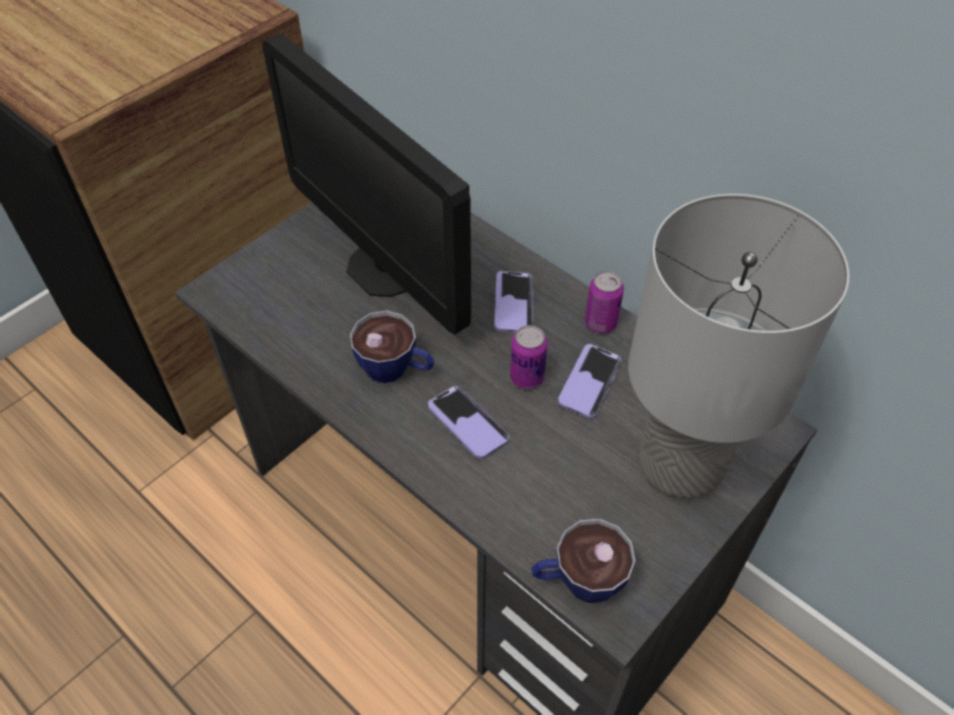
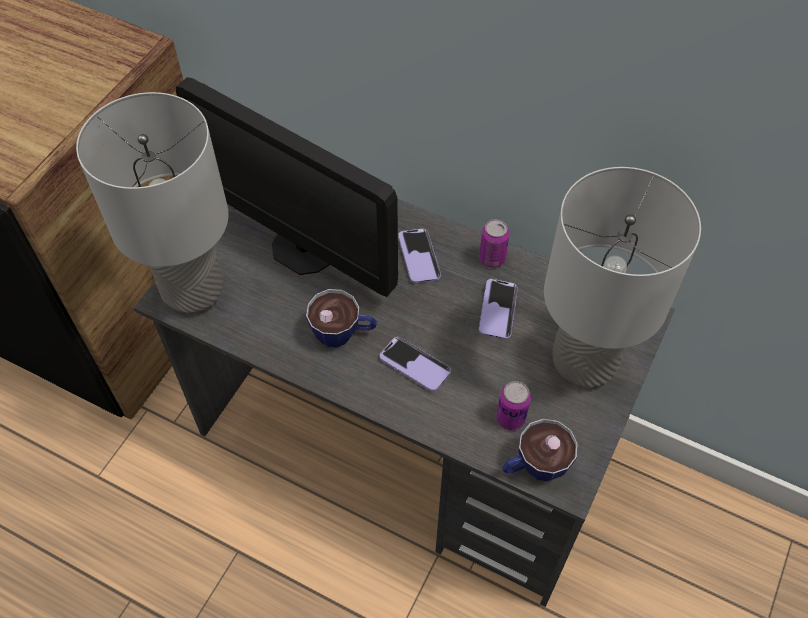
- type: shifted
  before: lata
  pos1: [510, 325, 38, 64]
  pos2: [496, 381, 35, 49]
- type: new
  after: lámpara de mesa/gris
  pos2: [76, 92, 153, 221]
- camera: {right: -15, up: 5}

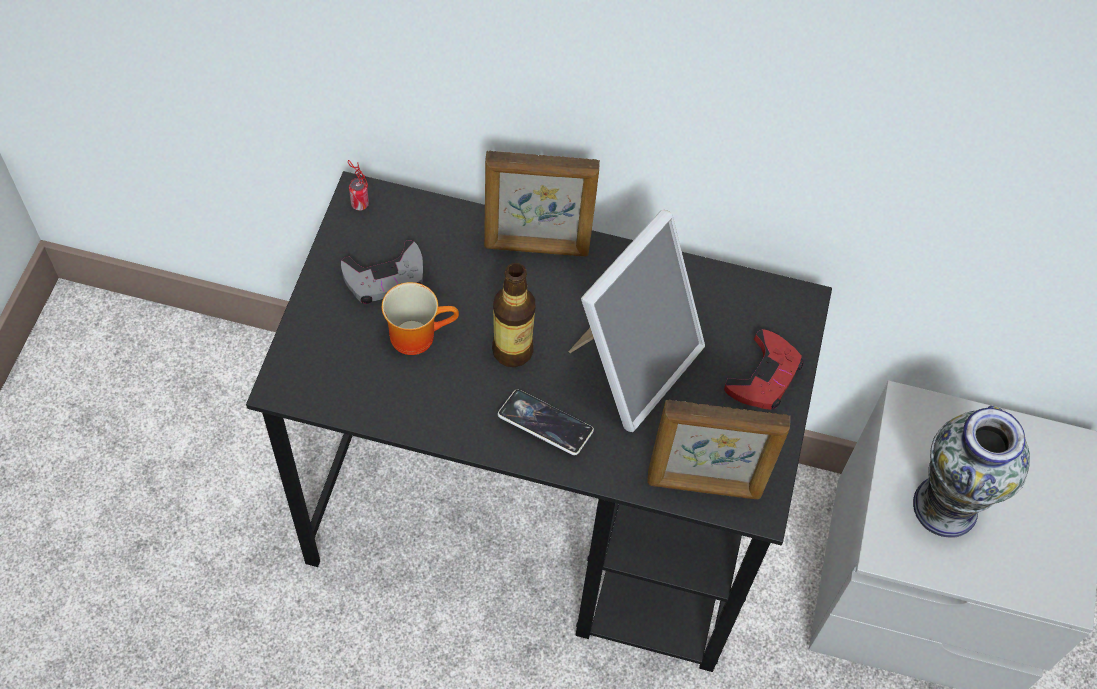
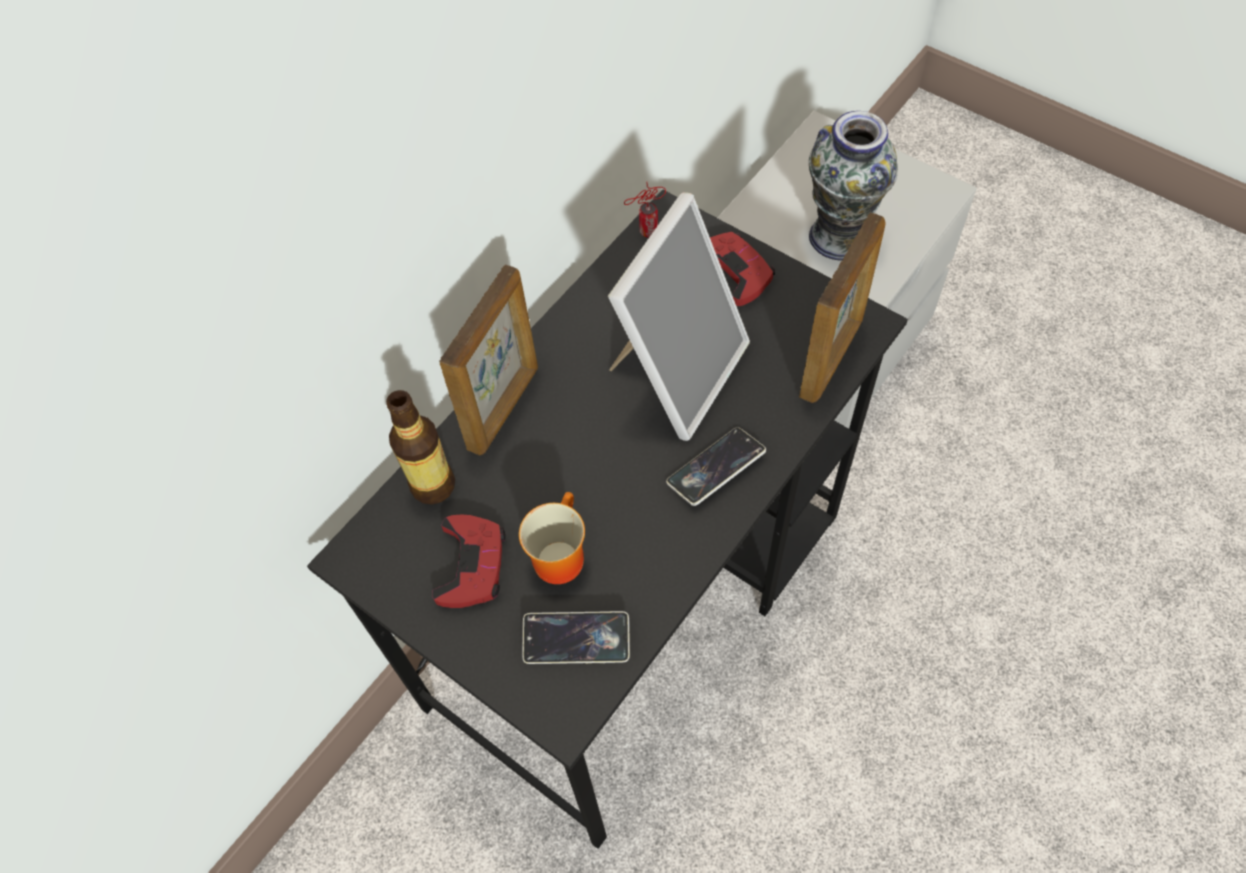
- type: repainted
  before: mando de consola/gris
  after: mando de consola/rojo
  pos1: [341, 241, 82, 63]
  pos2: [432, 515, 74, 93]
- type: shifted
  before: lata
  pos1: [348, 160, 21, 50]
  pos2: [624, 182, 42, 56]
- type: shifted
  before: botella
  pos1: [492, 263, 43, 104]
  pos2: [386, 390, 69, 114]
- type: rotated
  before: portarretratos
  pos1: [568, 210, 137, 222]
  pos2: [608, 192, 142, 249]
  turn: 60
- type: new
  after: móvil
  pos2: [523, 611, 107, 53]
- camera: {right: -60, up: 0}

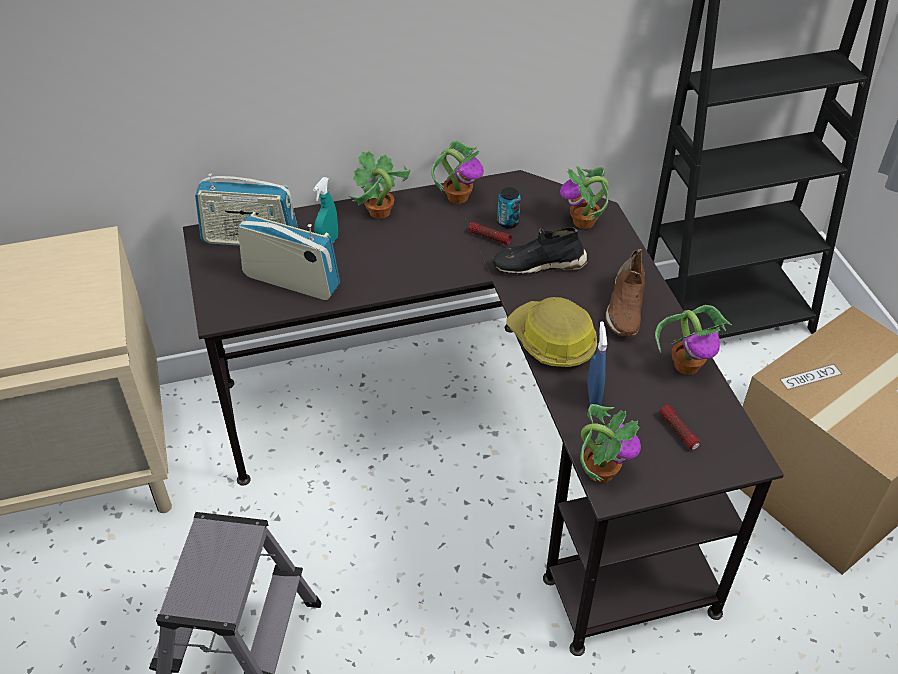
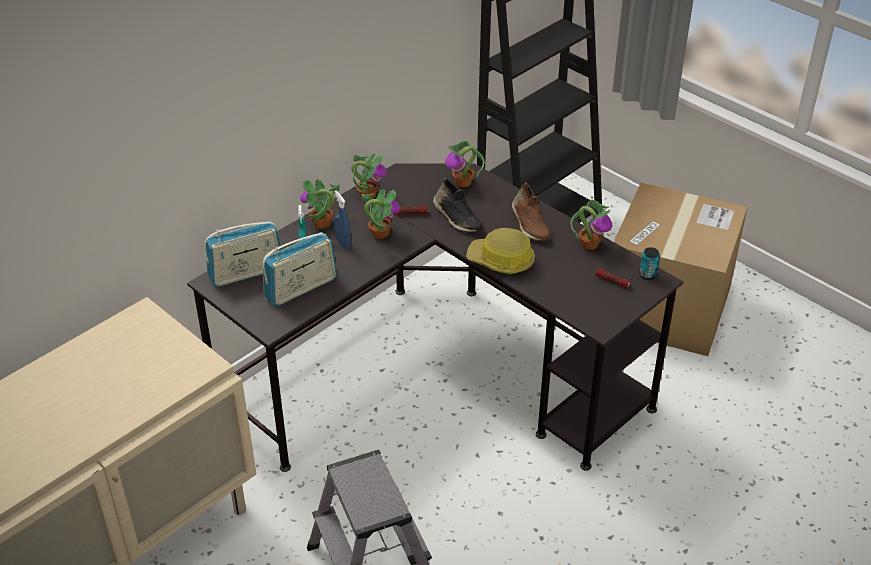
- type: rotated
  before: radio
  pos1: [238, 212, 102, 88]
  pos2: [263, 232, 74, 74]
  turn: 150
- type: rotated
  before: zapato/negro
  pos1: [493, 227, 95, 47]
  pos2: [433, 178, 50, 55]
  turn: -90
- type: shifted
  before: lata
  pos1: [497, 187, 24, 42]
  pos2: [639, 247, 21, 33]
- type: shifted
  before: planta en maceta
  pos1: [580, 404, 61, 79]
  pos2: [361, 189, 39, 50]
- type: shifted
  before: pulverizador/azul
  pos1: [587, 321, 20, 84]
  pos2: [334, 191, 17, 58]
- camera: {right: -30, up: -5}

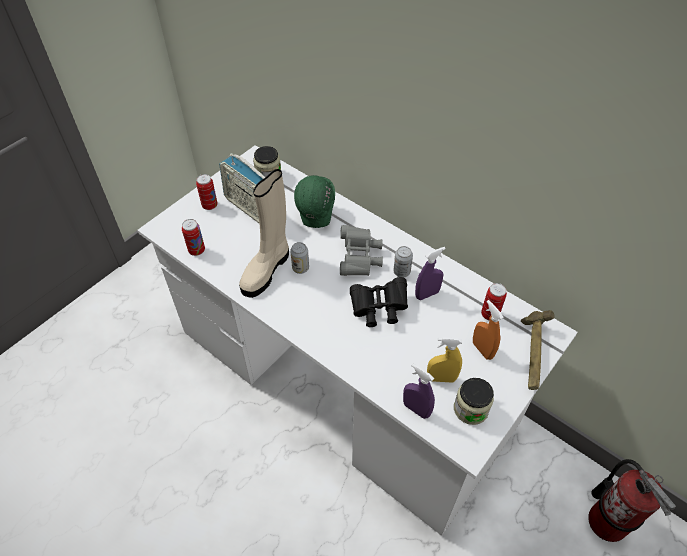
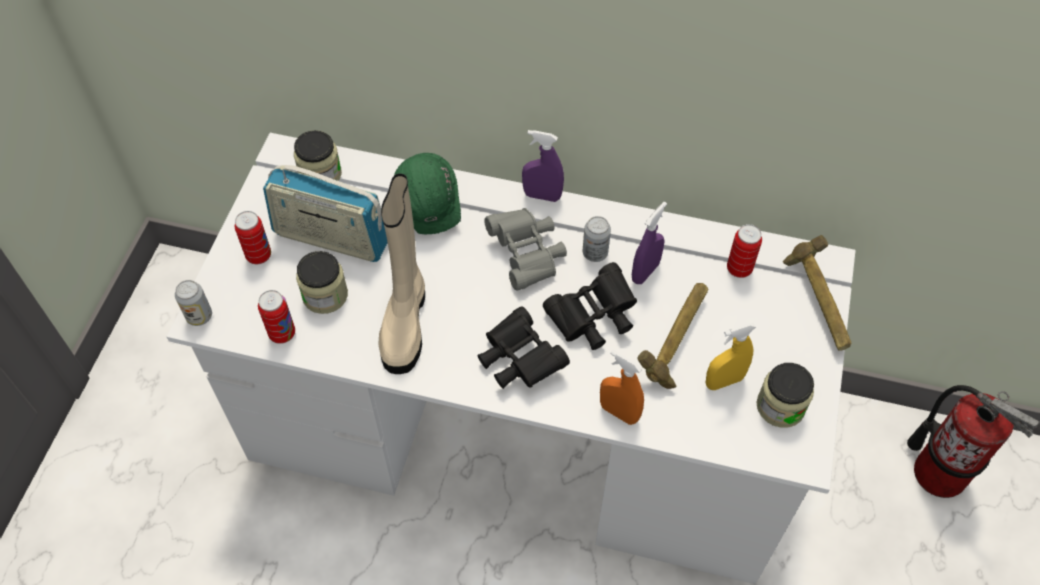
- type: shifted
  before: lata
  pos1: [290, 242, 19, 32]
  pos2: [175, 280, 37, 46]
- type: shifted
  before: pulverizador/morado
  pos1: [403, 363, 32, 56]
  pos2: [522, 130, 42, 72]
- type: shifted
  before: pulverizador/naranja
  pos1: [473, 300, 31, 60]
  pos2: [600, 350, 44, 75]
- type: new
  after: tarro
  pos2: [296, 251, 52, 63]
- type: new
  after: prismáticos/negro
  pos2: [478, 306, 92, 83]
- type: new
  after: martillo
  pos2: [638, 283, 70, 106]
- camera: {right: -25, up: 5}

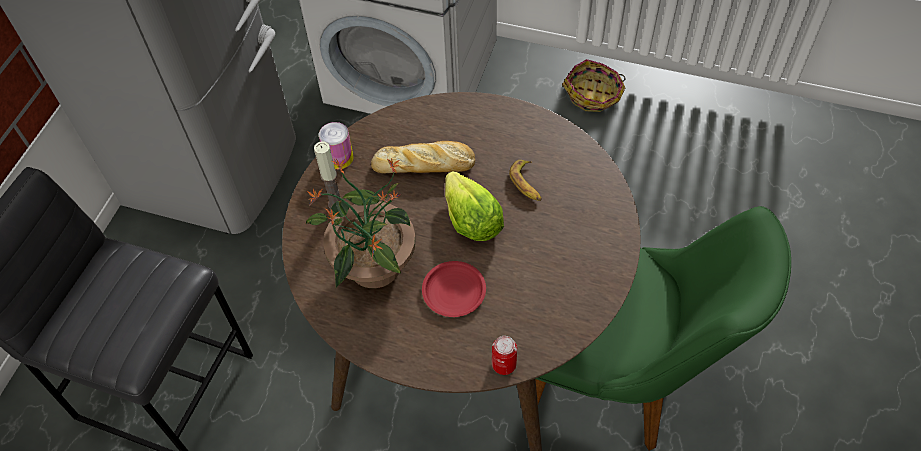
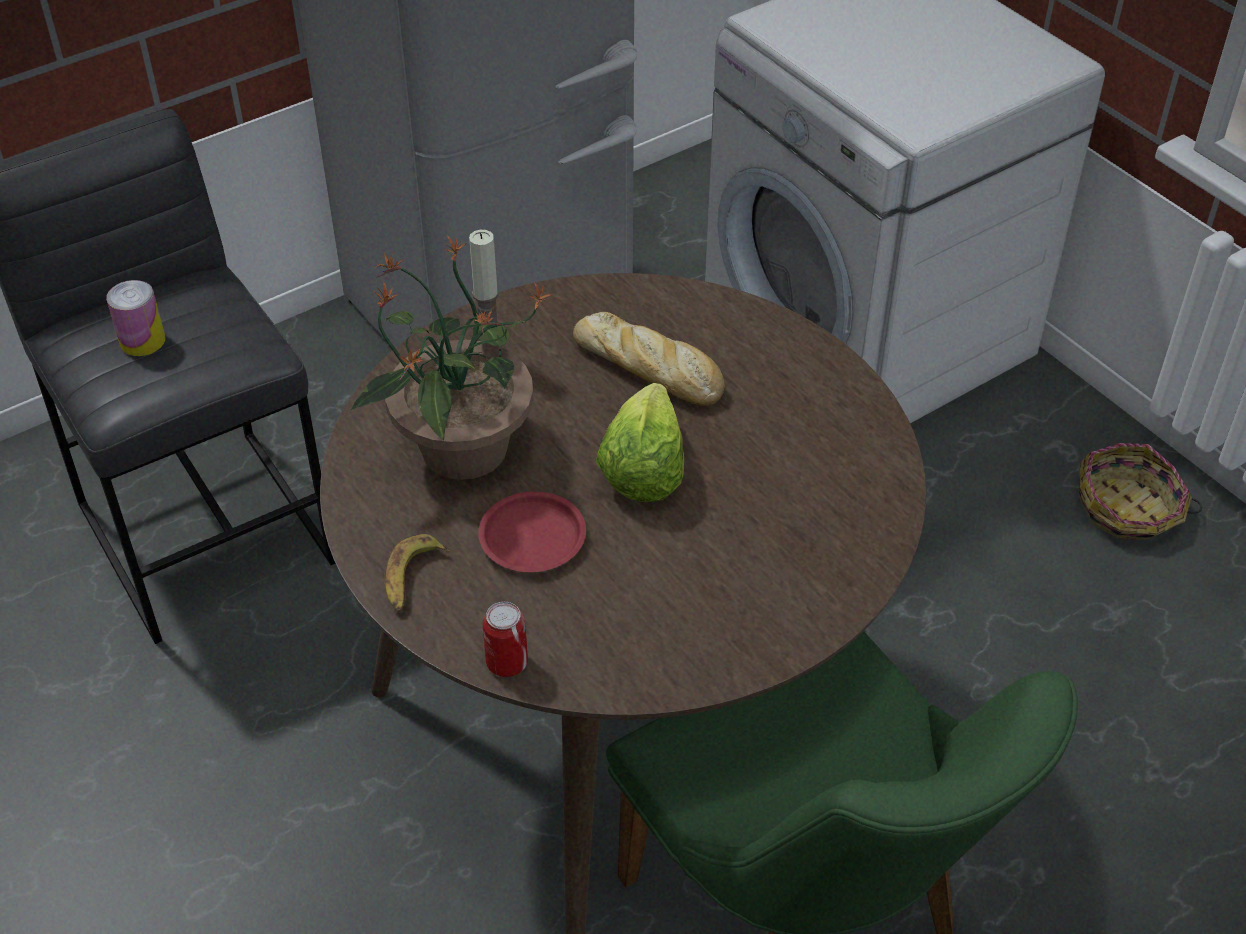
- type: shifted
  before: lata
  pos1: [319, 122, 35, 48]
  pos2: [106, 280, 59, 76]
- type: shifted
  before: plátano
  pos1: [509, 160, 33, 41]
  pos2: [385, 534, 64, 79]
- camera: {right: 35, up: -10}

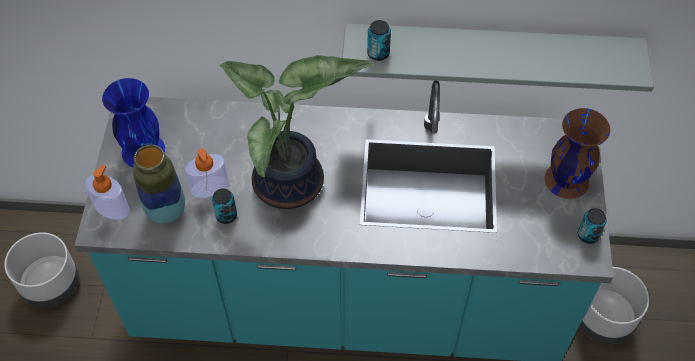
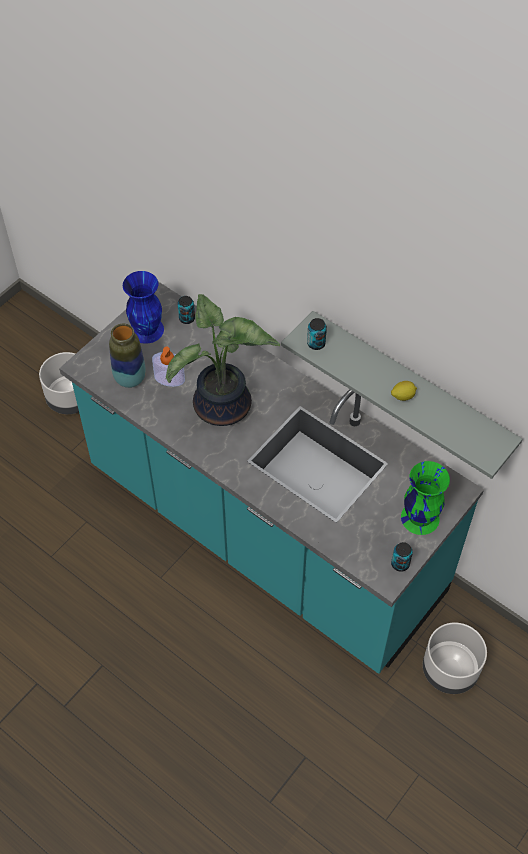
- type: gone
  before: dispensador de jabón
  pos1: [85, 165, 45, 55]
- type: shifted
  before: lata
  pos1: [212, 188, 25, 36]
  pos2: [178, 296, 17, 28]
- type: repainted
  before: florero/marrón
  after: florero/verde
  pos1: [545, 108, 65, 91]
  pos2: [401, 461, 49, 74]
- type: new
  after: limón
  pos2: [391, 381, 26, 20]
- camera: {right: 35, up: 0}

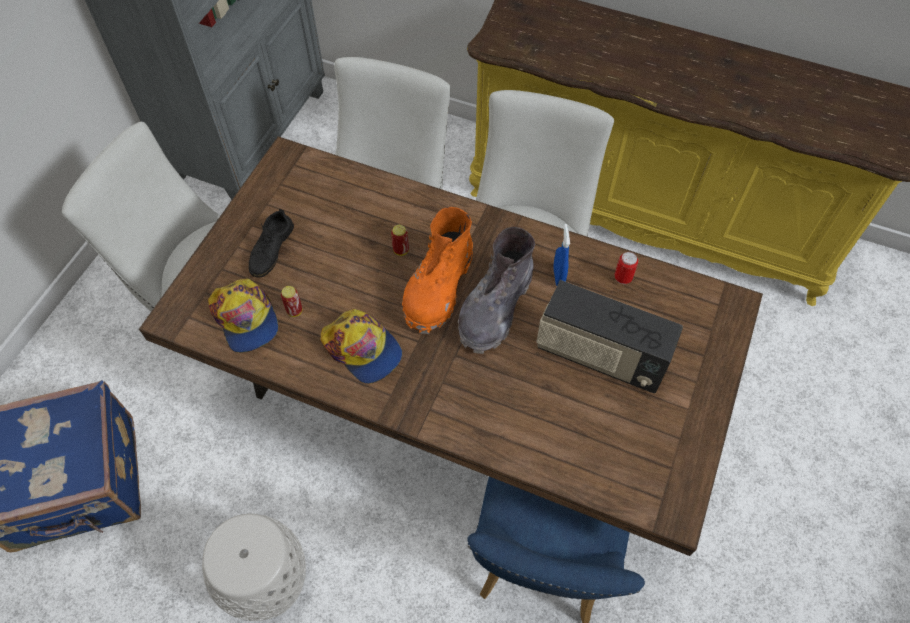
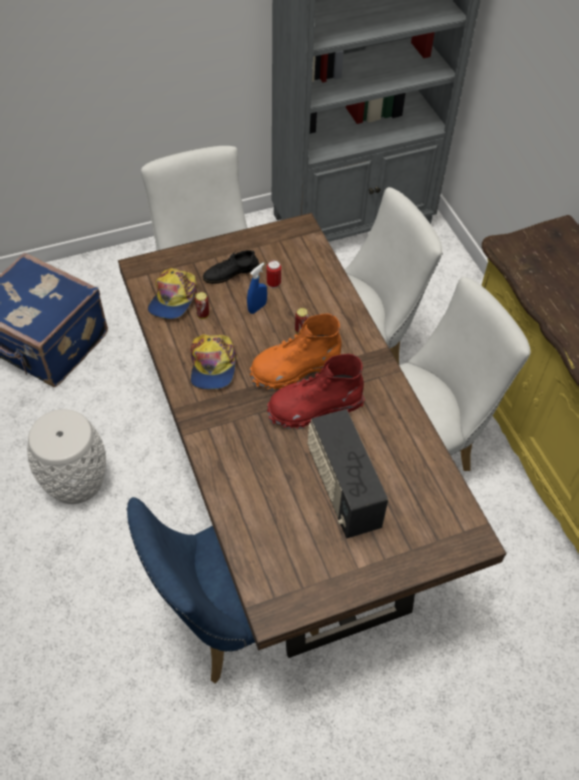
- type: repainted
  before: bota/gris
  after: bota/rojo
  pos1: [458, 227, 77, 127]
  pos2: [267, 354, 98, 76]
- type: shifted
  before: pulverizador/azul
  pos1: [553, 224, 17, 62]
  pos2: [247, 263, 20, 51]
- type: shifted
  before: lata
  pos1: [615, 252, 23, 32]
  pos2: [267, 260, 14, 28]
- camera: {right: 45, up: -5}

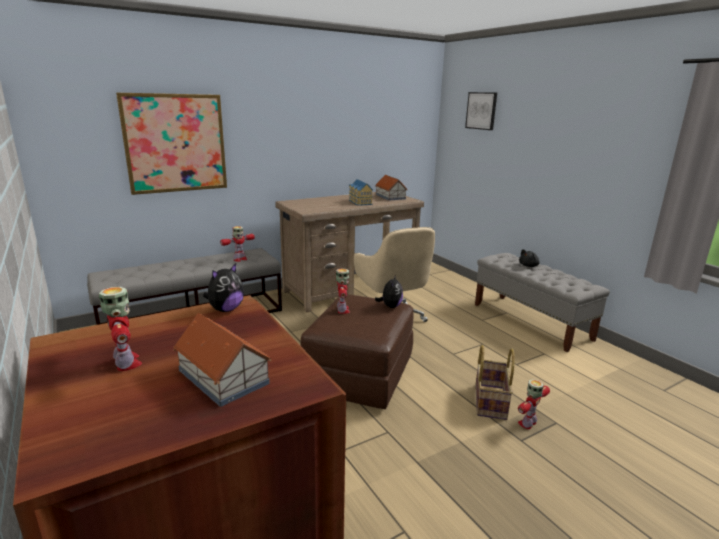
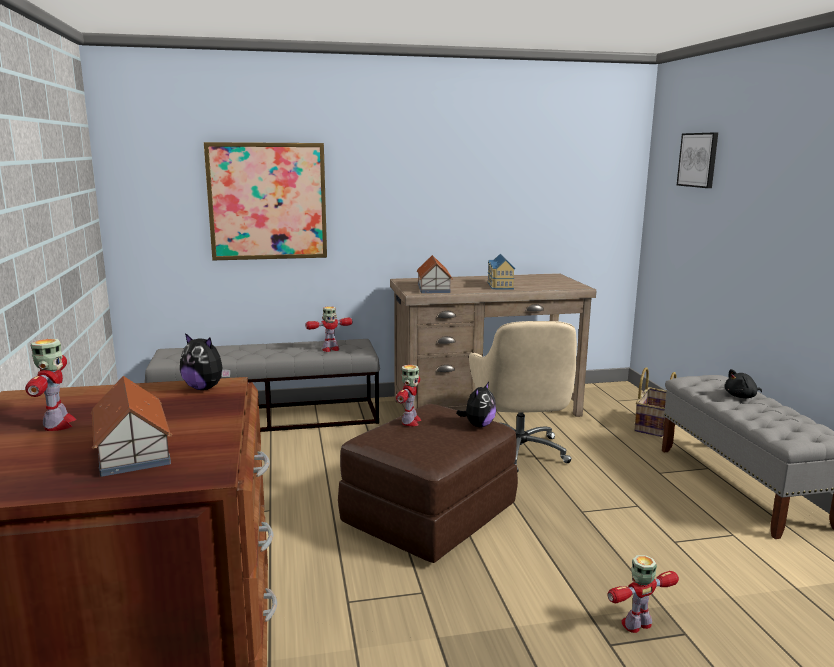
- type: rotated
  before: peluche
  pos1: [203, 263, 41, 49]
  pos2: [180, 333, 51, 57]
  turn: 60
- type: shifted
  before: casita
  pos1: [375, 175, 33, 25]
  pos2: [417, 255, 35, 38]
- type: shifted
  before: cesta
  pos1: [476, 345, 39, 75]
  pos2: [634, 367, 42, 70]
- camera: {right: 20, up: -5}

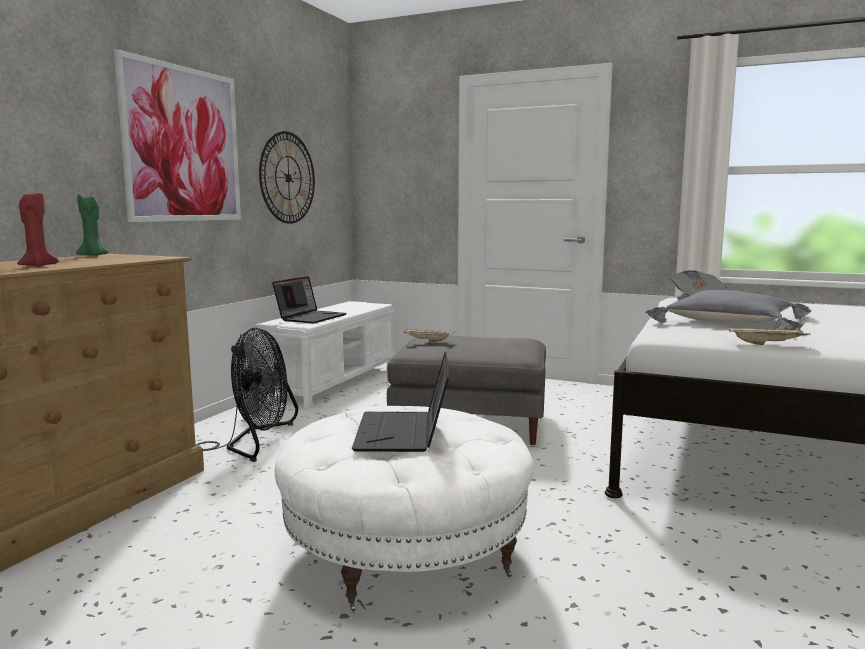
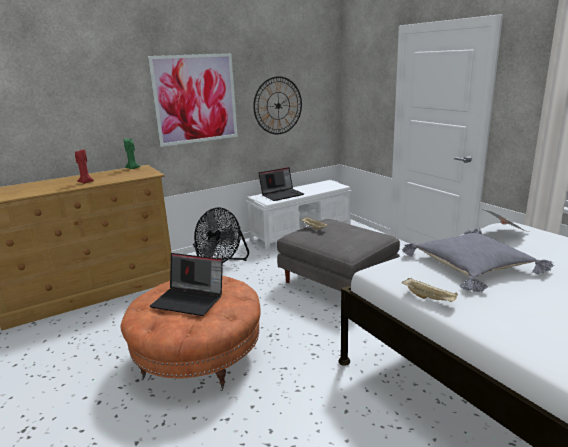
- type: repainted
  before: puf/blanco
  after: puf/marrón
  pos1: [275, 406, 259, 205]
  pos2: [121, 276, 140, 115]
- type: rotated
  before: portátil
  pos1: [352, 351, 97, 101]
  pos2: [150, 253, 73, 63]
  turn: -105
- camera: {right: 35, up: 10}

